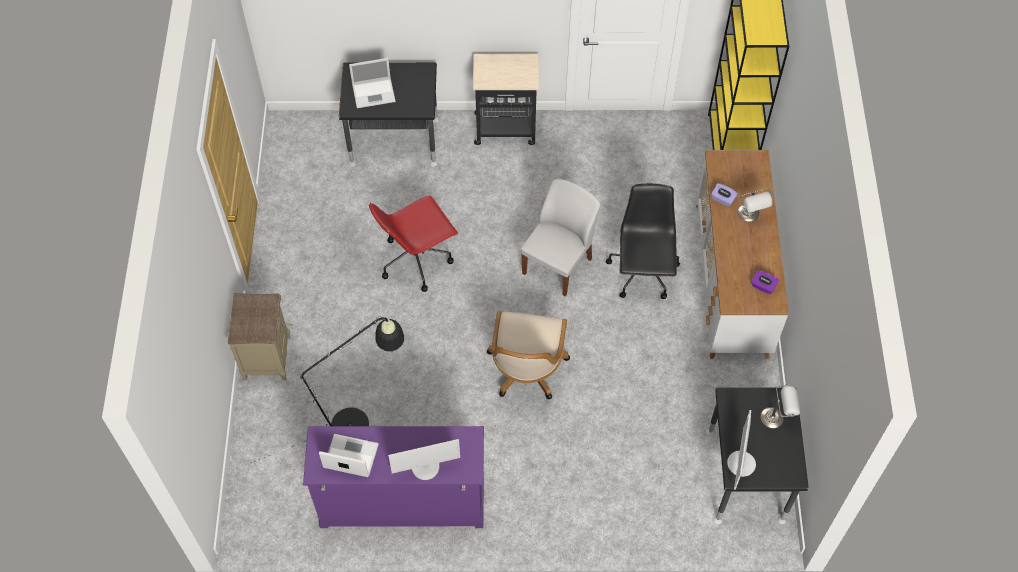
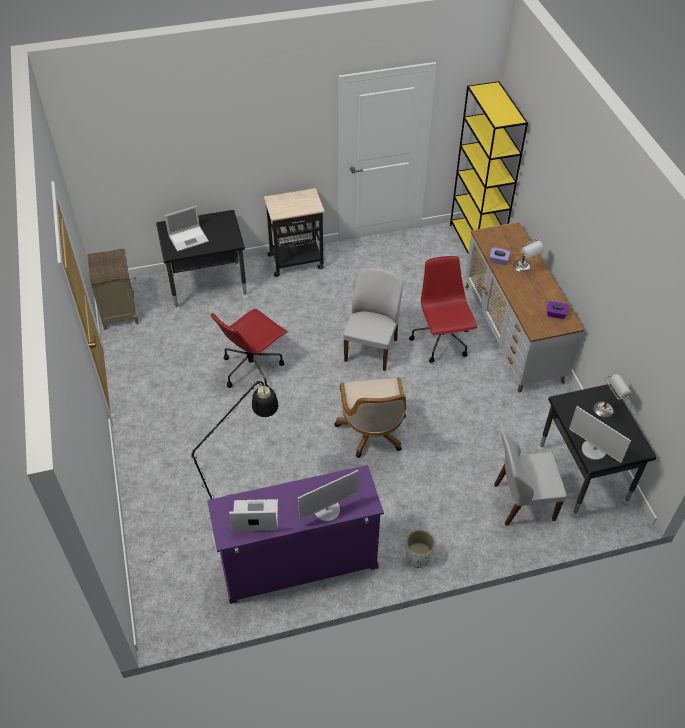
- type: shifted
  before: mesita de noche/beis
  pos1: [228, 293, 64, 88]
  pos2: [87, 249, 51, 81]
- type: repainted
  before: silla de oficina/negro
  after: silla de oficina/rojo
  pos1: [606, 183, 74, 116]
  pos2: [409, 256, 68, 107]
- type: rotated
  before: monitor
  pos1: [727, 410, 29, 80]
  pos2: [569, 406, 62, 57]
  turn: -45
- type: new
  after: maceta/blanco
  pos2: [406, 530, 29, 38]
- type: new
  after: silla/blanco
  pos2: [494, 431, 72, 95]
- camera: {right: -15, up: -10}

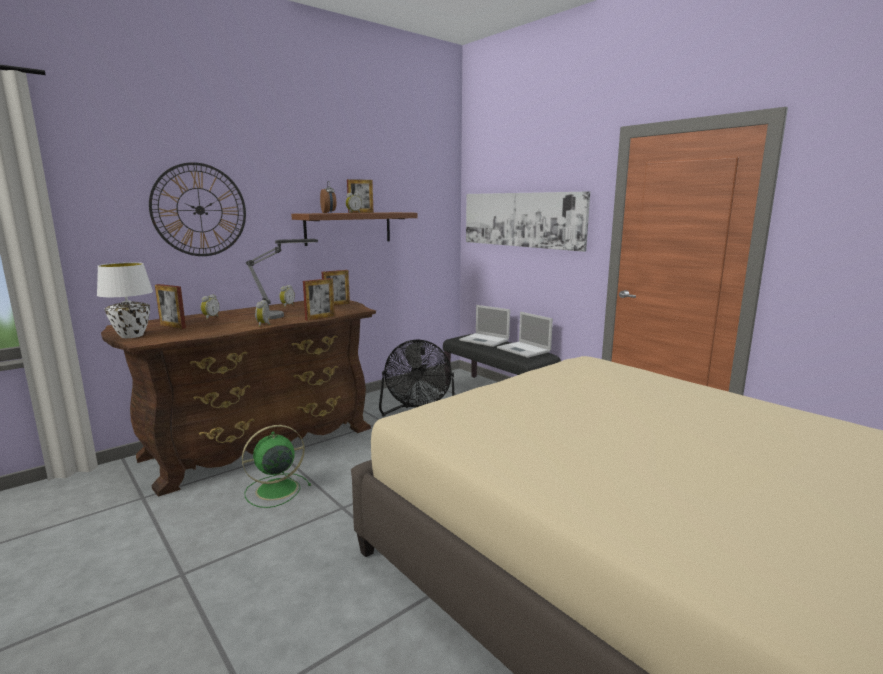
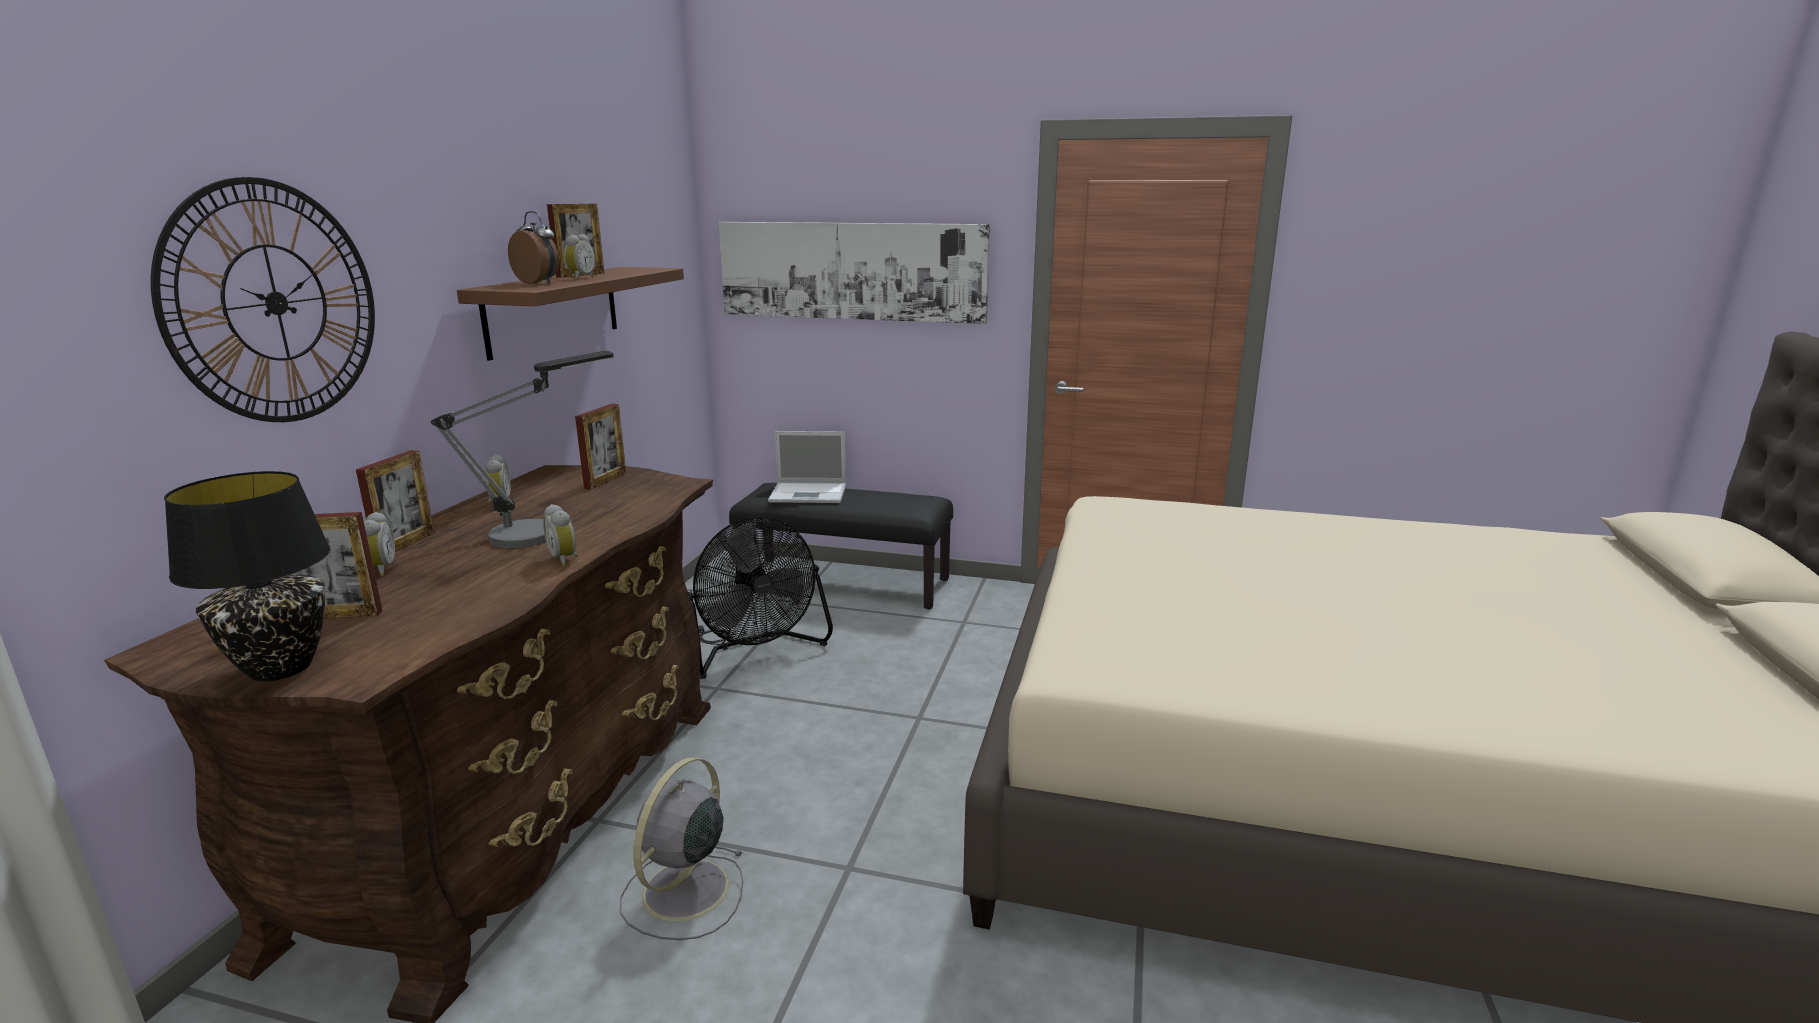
- type: repainted
  before: lámpara de mesa/blanco
  after: lámpara de mesa/negro
  pos1: [97, 262, 56, 76]
  pos2: [164, 471, 166, 210]
- type: repainted
  before: ventilador/verde
  after: ventilador/gris
  pos1: [242, 425, 69, 83]
  pos2: [620, 757, 123, 183]
- type: shifted
  before: portarretratos
  pos1: [303, 278, 32, 43]
  pos2: [356, 450, 78, 102]
- type: gone
  before: portátil
  pos1: [497, 312, 56, 46]
- camera: {right: -35, up: 5}

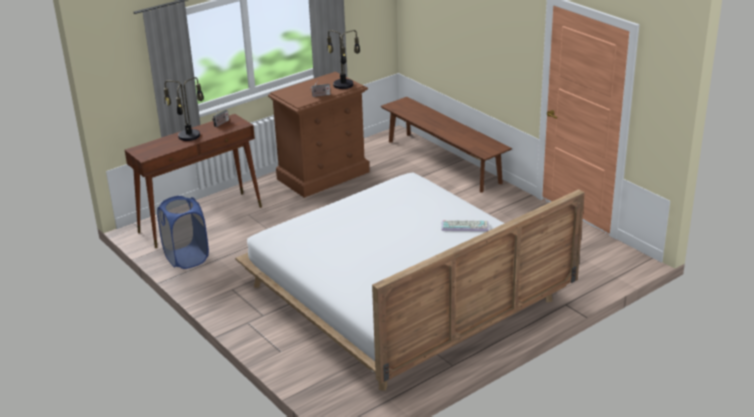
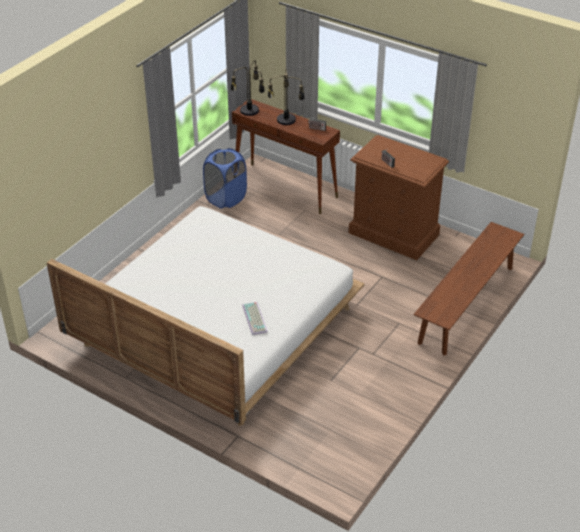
- type: shifted
  before: lámpara de mesa
  pos1: [327, 30, 33, 59]
  pos2: [231, 60, 33, 56]
- camera: {right: 70, up: 10}

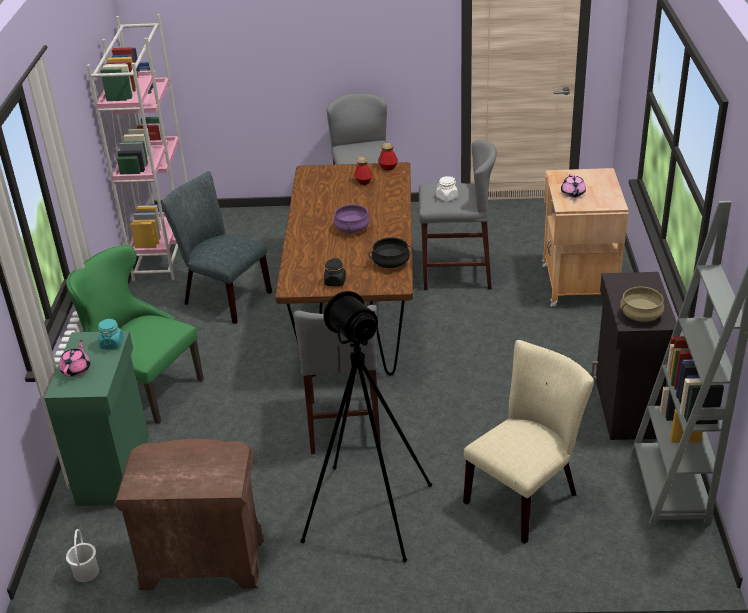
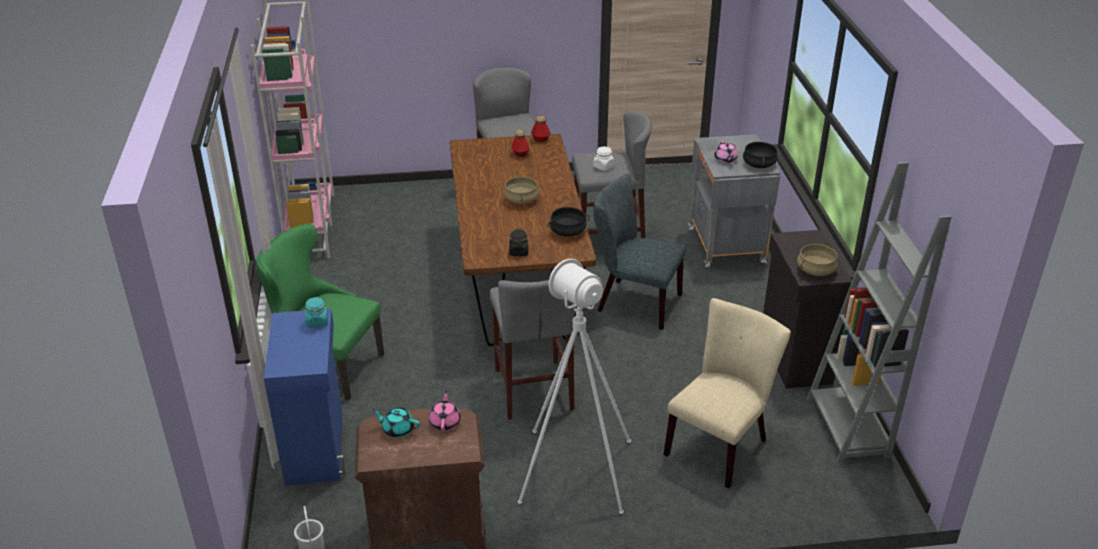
- type: repainted
  before: armario/verde
  after: armario/azul
  pos1: [44, 331, 105, 175]
  pos2: [264, 309, 82, 176]
- type: shifted
  before: tetera/rosa
  pos1: [59, 340, 31, 37]
  pos2: [429, 390, 32, 41]
- type: shifted
  before: silla/gris
  pos1: [162, 171, 110, 153]
  pos2: [593, 174, 93, 156]
- type: repainted
  before: lámpara de pie/negro
  after: lámpara de pie/blanco
  pos1: [300, 291, 132, 271]
  pos2: [518, 259, 113, 255]
- type: repainted
  before: olla/morado
  after: olla/beis
  pos1: [333, 204, 37, 29]
  pos2: [504, 176, 35, 28]
- type: repainted
  before: carrito/marrón
  after: carrito/gris
  pos1: [542, 168, 87, 138]
  pos2: [688, 134, 92, 133]
- type: new
  after: tetera/turquesa
  pos2: [372, 407, 48, 30]
- type: new
  after: olla/negro
  pos2: [743, 142, 35, 26]
- camera: {right: -10, up: 0}

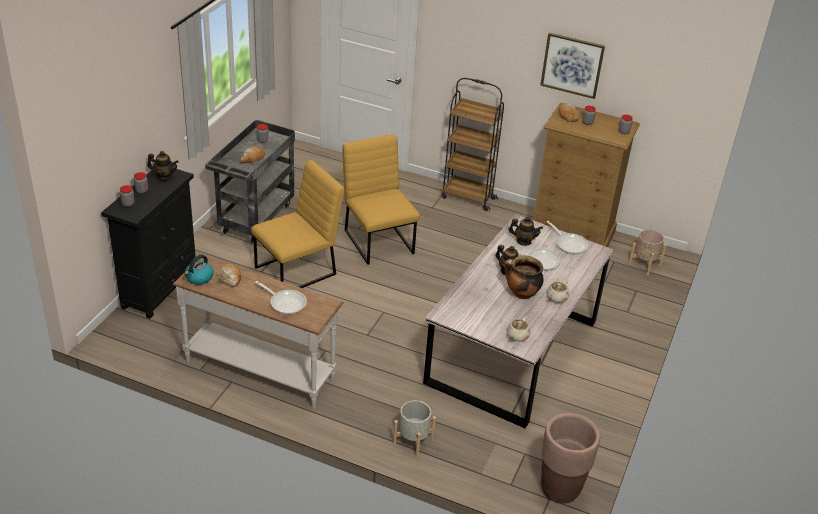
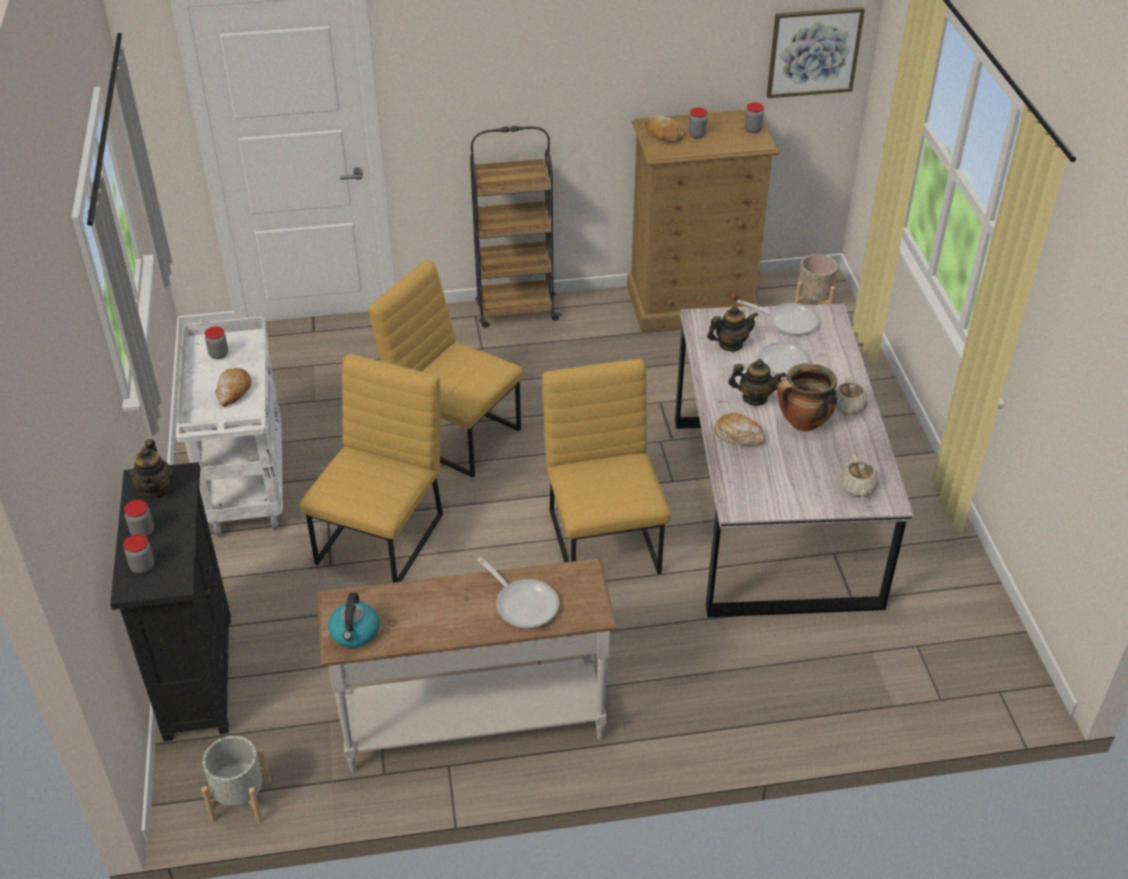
- type: rotated
  before: tetera
  pos1: [147, 151, 32, 30]
  pos2: [129, 439, 45, 61]
  turn: 105
- type: repainted
  before: carrito/negro
  after: carrito/blanco
  pos1: [205, 120, 90, 125]
  pos2: [176, 317, 107, 219]
- type: shifted
  before: pan
  pos1: [217, 263, 24, 24]
  pos2: [714, 413, 51, 33]
- type: rotated
  before: sartén
  pos1: [255, 281, 52, 33]
  pos2: [477, 557, 82, 71]
  turn: 45
- type: shifted
  before: maceta/gris
  pos1: [393, 400, 43, 57]
  pos2: [201, 736, 70, 87]
- type: shifted
  before: cuadro
  pos1: [540, 33, 65, 66]
  pos2: [767, 7, 98, 91]
- type: gone
  before: maceta/marrón
  pos1: [541, 413, 59, 91]
- type: new
  after: silla/amarillo
  pos2: [542, 359, 129, 215]
- camera: {right: -30, up: 5}

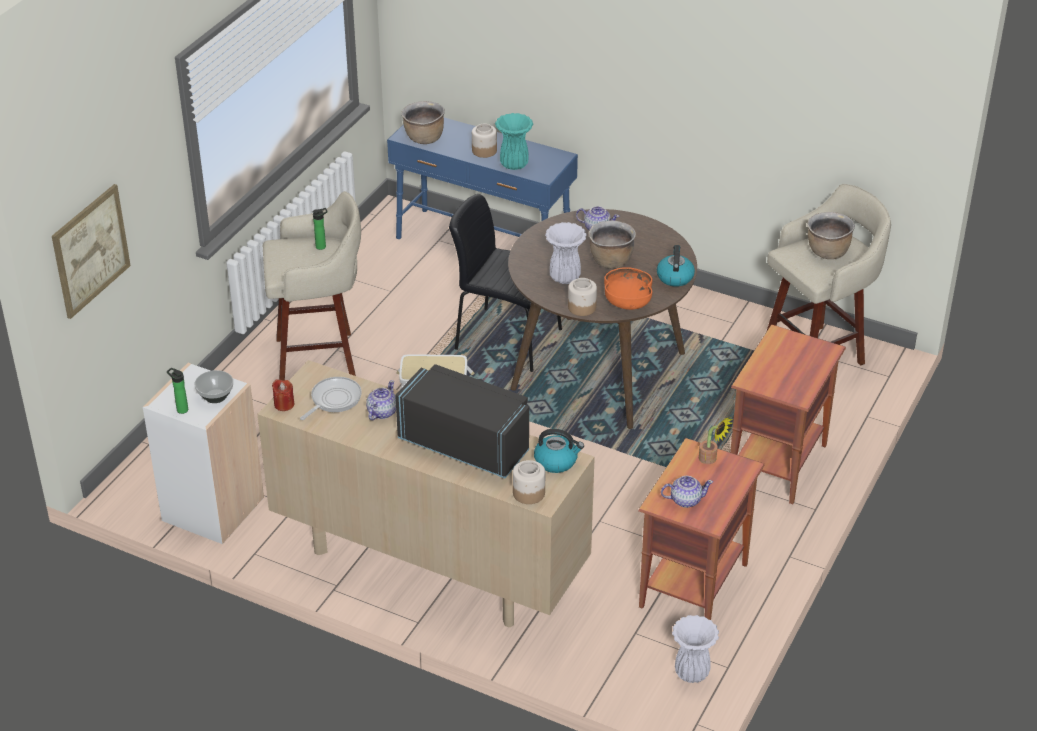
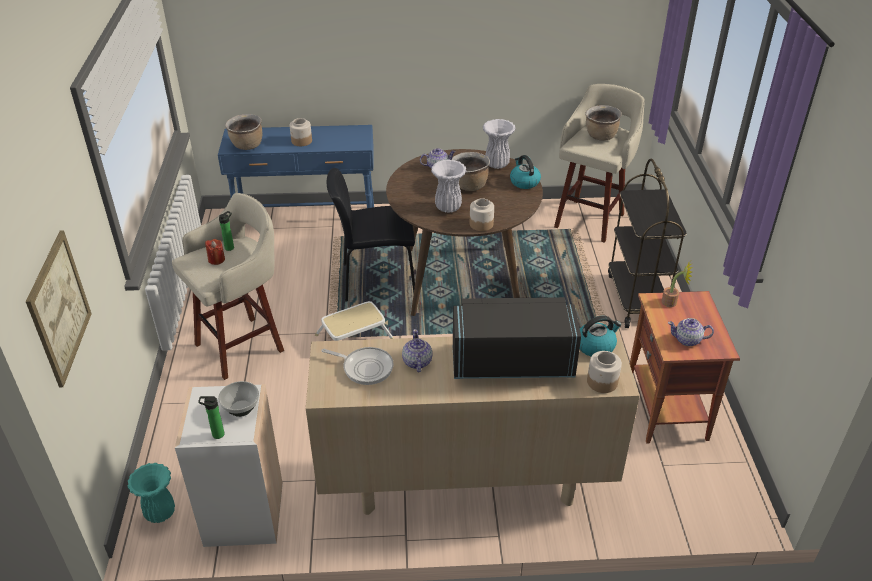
- type: shifted
  before: vela/rojo
  pos1: [272, 379, 22, 32]
  pos2: [205, 239, 20, 26]
- type: rotated
  before: sartén
  pos1: [300, 377, 62, 43]
  pos2: [321, 347, 73, 38]
  turn: 105
- type: shifted
  before: florero/turquesa
  pos1: [495, 113, 38, 57]
  pos2: [127, 463, 48, 60]
- type: gone
  before: cuenco/naranja
  pos1: [604, 267, 49, 43]
- type: rotated
  before: tetera
  pos1: [661, 476, 52, 32]
  pos2: [668, 318, 46, 28]
  turn: -135
- type: shifted
  before: florero/blanco
  pos1: [672, 615, 47, 68]
  pos2: [483, 119, 33, 50]
- type: swapped
  before: mesita de noche
  after: carrito/negro
  pos1: [730, 324, 116, 180]
  pos2: [608, 159, 79, 169]
- camera: {right: -30, up: 0}

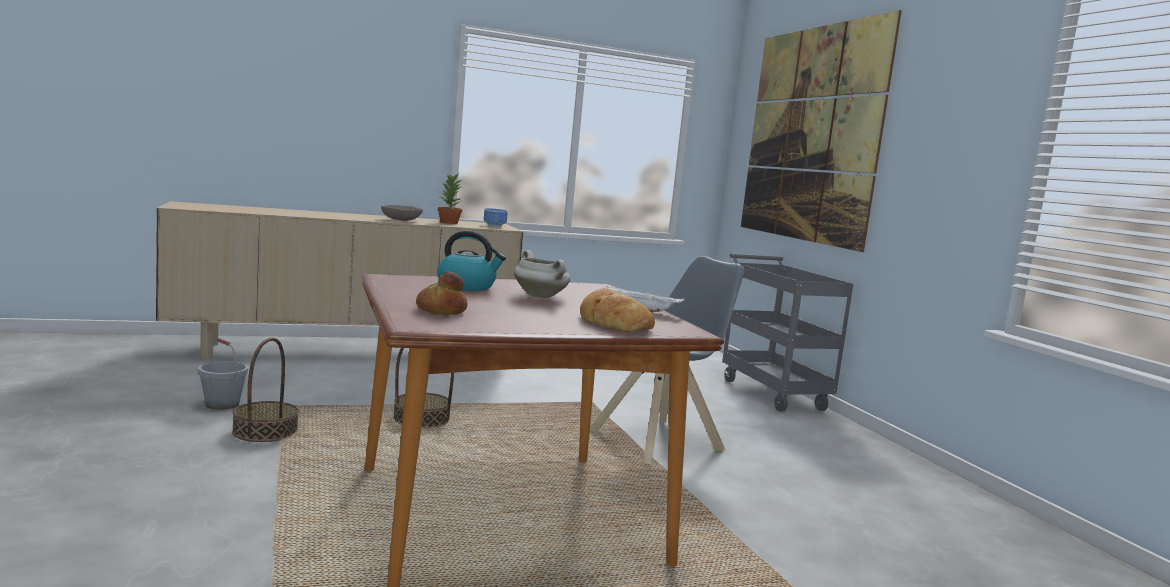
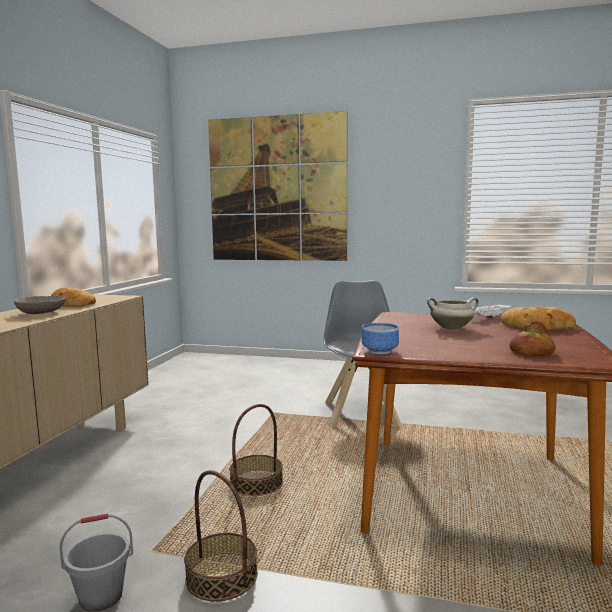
- type: gone
  before: hervidor
  pos1: [437, 231, 69, 60]
- type: swapped
  before: planta en maceta
  after: pan
  pos1: [438, 174, 24, 50]
  pos2: [51, 287, 45, 20]
- type: shifted
  before: cuenco
  pos1: [484, 208, 24, 19]
  pos2: [362, 323, 37, 31]
- type: gone
  before: carrito/gris
  pos1: [722, 253, 131, 159]
- camera: {right: -55, up: 0}

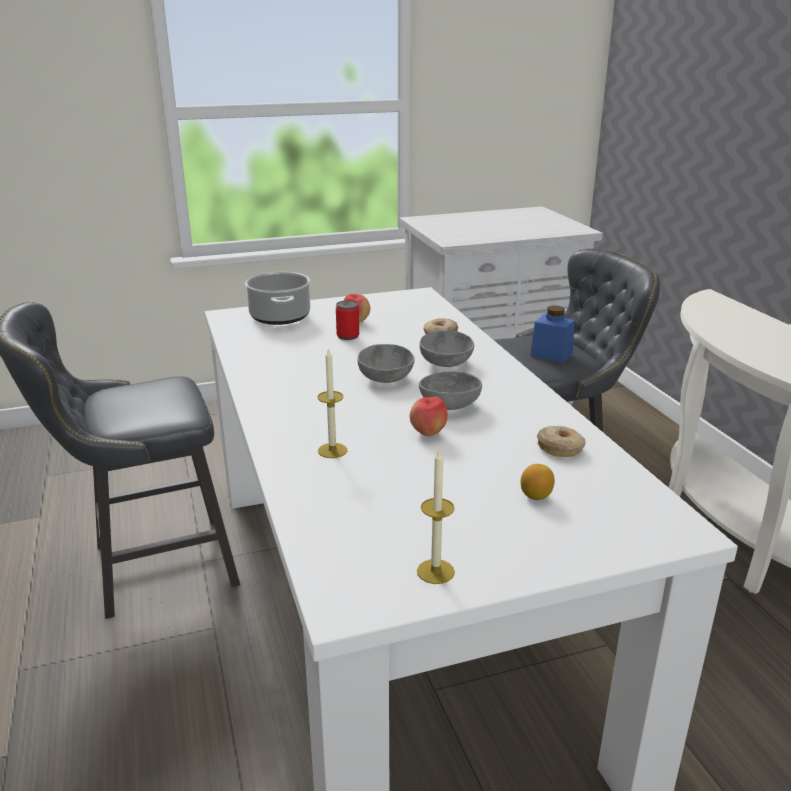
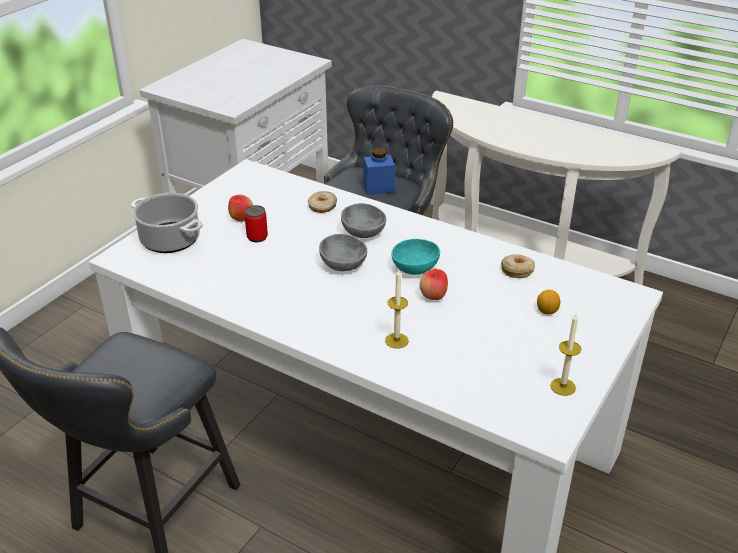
- type: repainted
  before: cuenco/gris
  after: cuenco/turquesa
  pos1: [419, 371, 63, 39]
  pos2: [391, 239, 49, 36]
- camera: {right: -40, up: 10}

